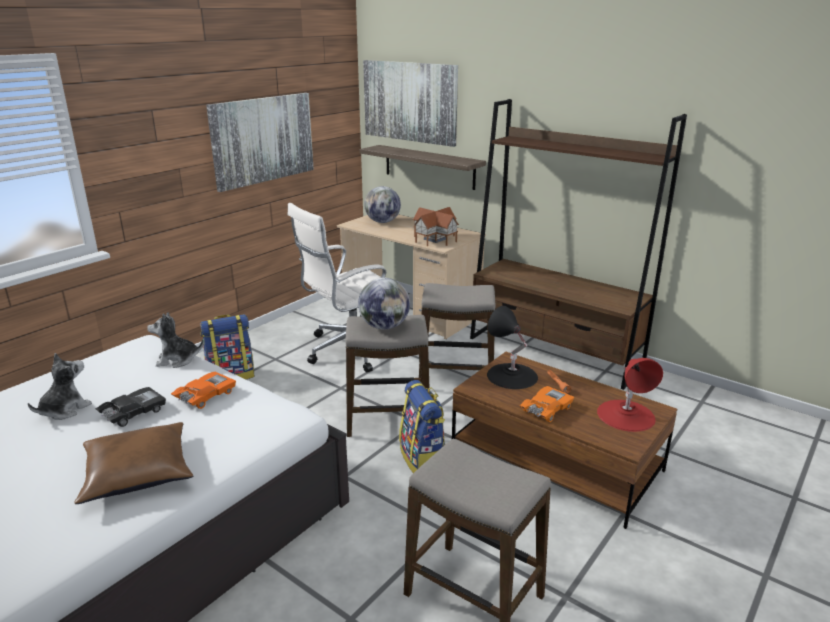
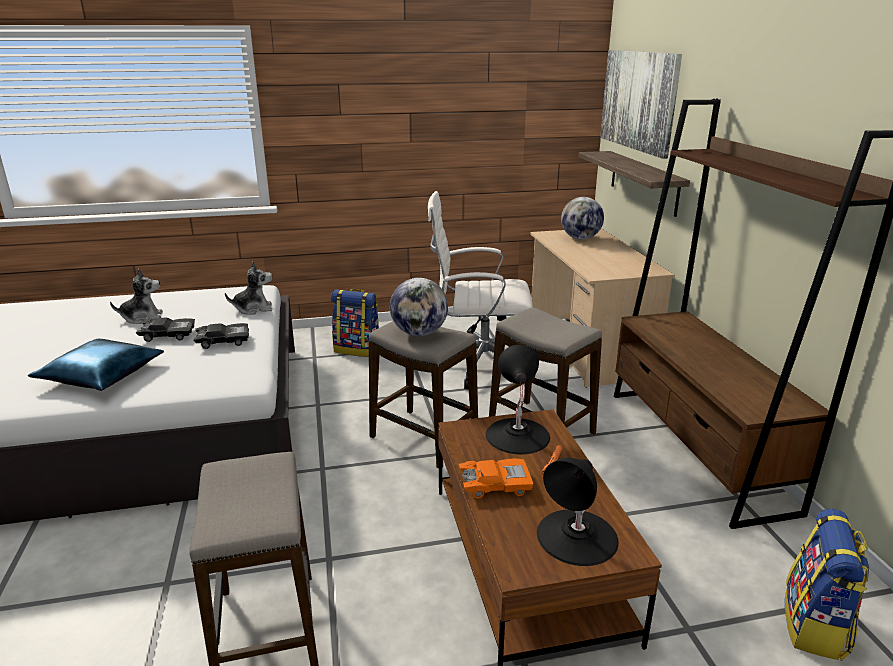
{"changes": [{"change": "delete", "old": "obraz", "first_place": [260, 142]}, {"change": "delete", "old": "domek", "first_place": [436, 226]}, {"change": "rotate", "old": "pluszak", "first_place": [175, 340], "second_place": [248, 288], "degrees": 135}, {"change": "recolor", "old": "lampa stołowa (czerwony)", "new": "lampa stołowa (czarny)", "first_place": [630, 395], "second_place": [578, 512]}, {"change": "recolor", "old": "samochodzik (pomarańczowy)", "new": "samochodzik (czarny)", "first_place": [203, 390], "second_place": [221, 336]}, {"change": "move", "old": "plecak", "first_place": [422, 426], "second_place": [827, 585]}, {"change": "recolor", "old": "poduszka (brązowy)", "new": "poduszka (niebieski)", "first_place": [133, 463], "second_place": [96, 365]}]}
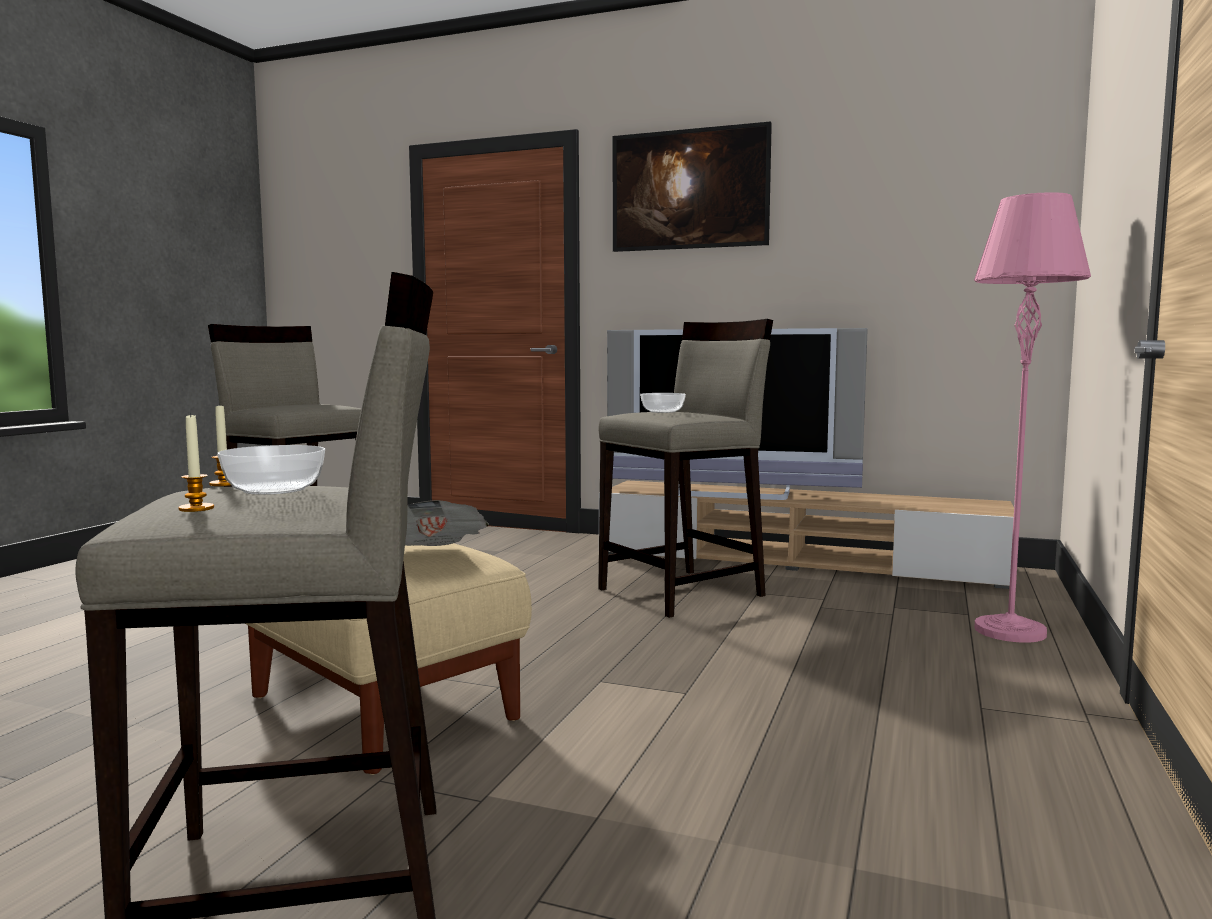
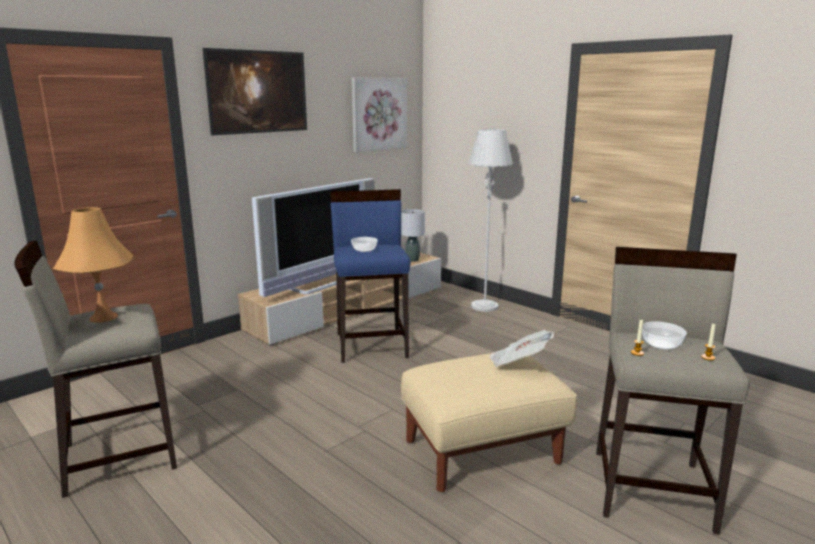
{"changes": [{"change": "recolor", "old": "lampa stojąca (różowy)", "new": "lampa stojąca (szary)", "first_place": [1032, 417], "second_place": [491, 220]}, {"change": "recolor", "old": "stołek (beżowy)", "new": "stołek (niebieski)", "first_place": [685, 468], "second_place": [370, 276]}, {"change": "insert", "new": "obraz", "second_place": [379, 114]}, {"change": "insert", "new": "lampa stołowa (pomarańczowy)", "second_place": [93, 265]}, {"change": "insert", "new": "lampa stołowa (szary)", "second_place": [413, 235]}]}
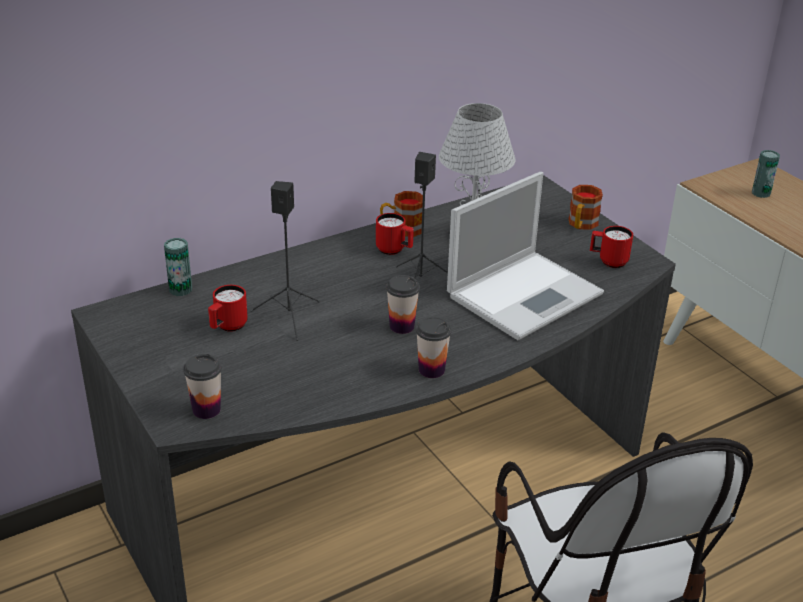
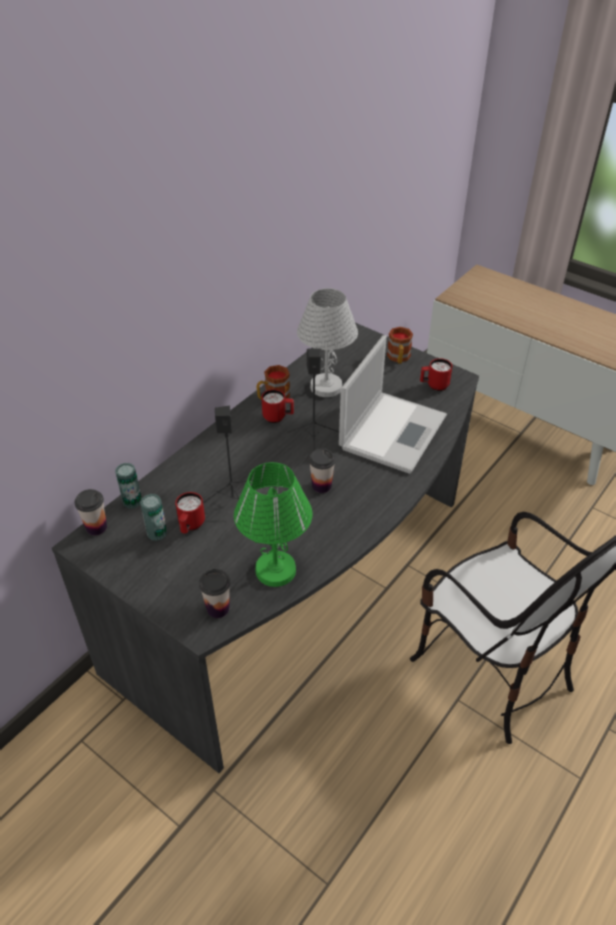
{"changes": [{"change": "move", "old": "puszka", "first_place": [766, 174], "second_place": [153, 517]}, {"change": "move", "old": "filiżanka", "first_place": [434, 347], "second_place": [91, 512]}, {"change": "insert", "new": "lampa stołowa (zielony)", "second_place": [273, 524]}]}
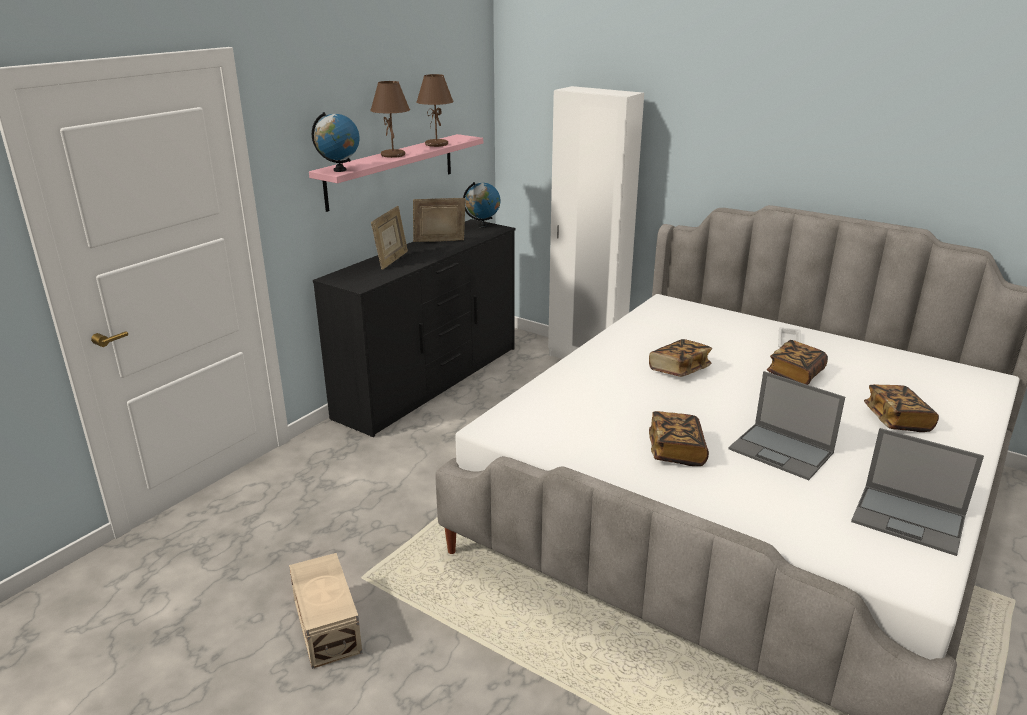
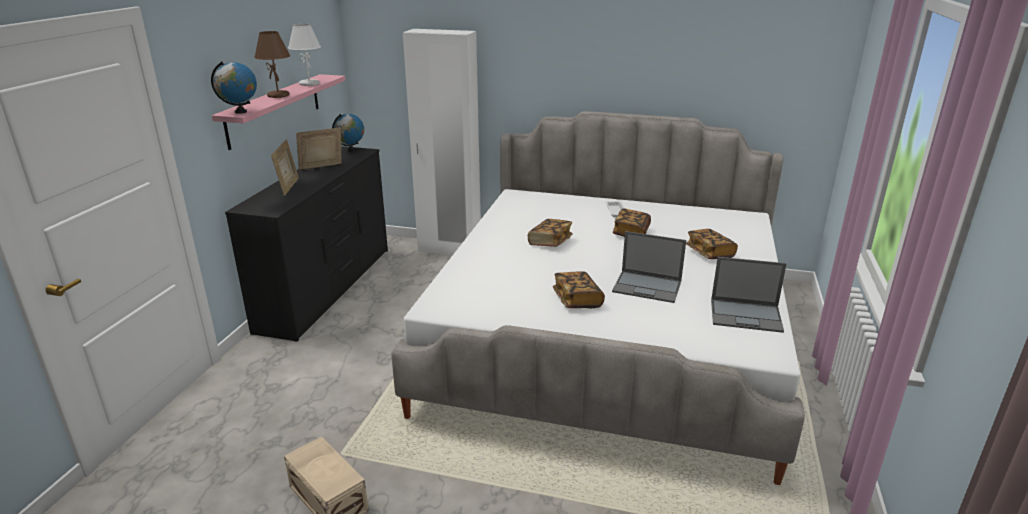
{"changes": [{"change": "recolor", "old": "lampa stołowa (brązowy)", "new": "lampa stołowa (biały)", "first_place": [435, 110], "second_place": [304, 55]}]}
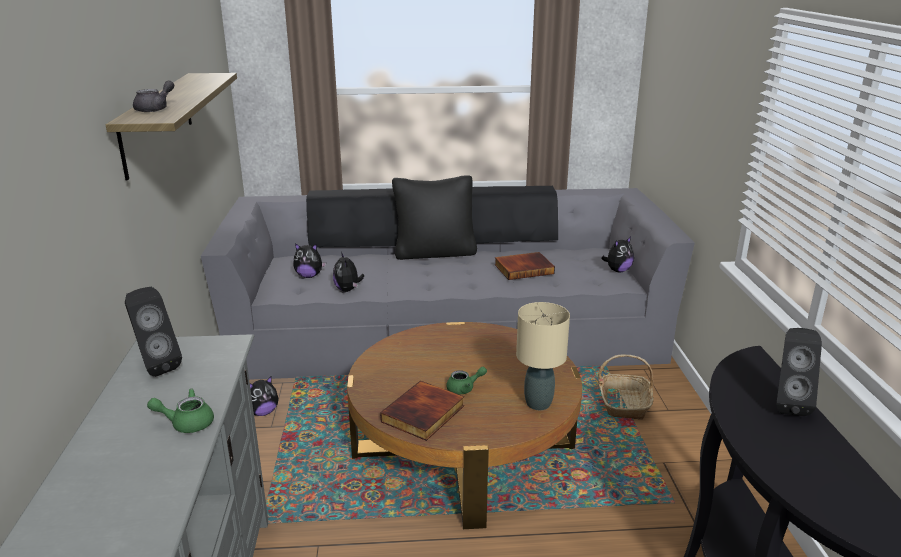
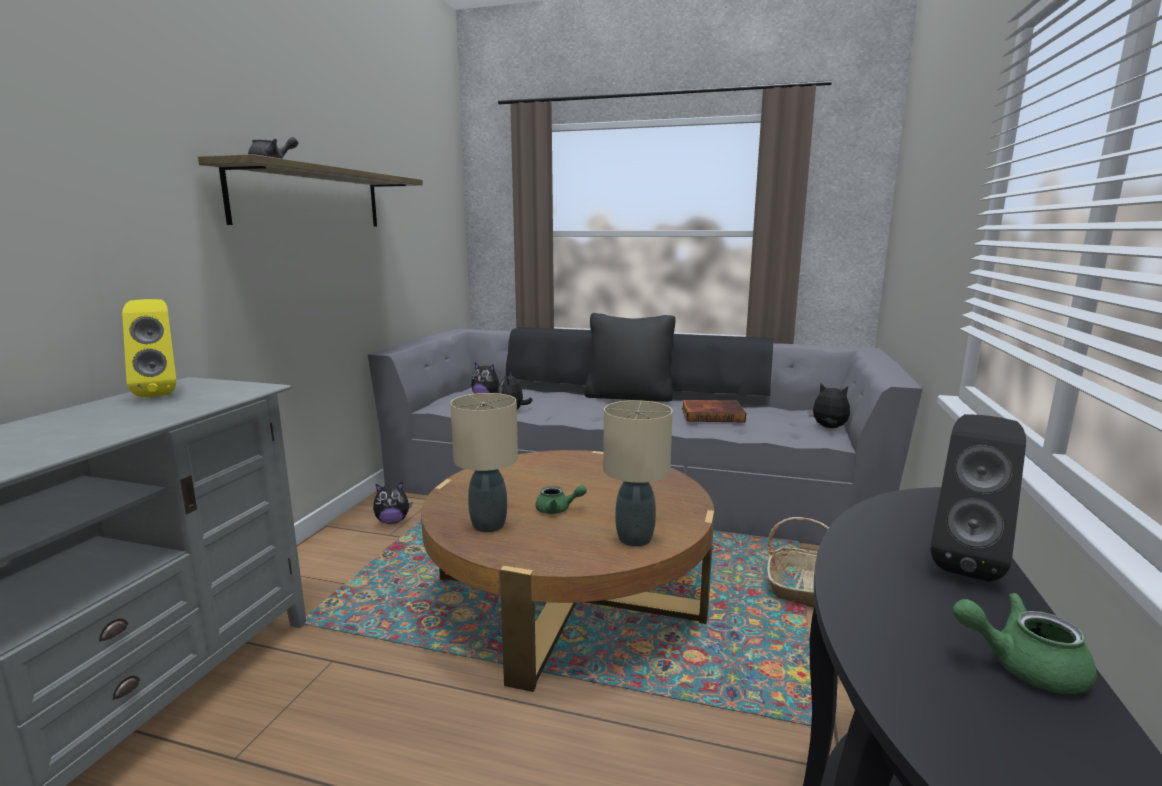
{"changes": [{"change": "rotate", "old": "pluszak", "first_place": [617, 255], "second_place": [829, 405], "degrees": -135}, {"change": "recolor", "old": "głośnik (czarny)", "new": "głośnik (żółty)", "first_place": [153, 332], "second_place": [149, 348]}, {"change": "replace", "old": "książka", "new": "lampa stołowa (beżowy)", "first_place": [422, 411], "second_place": [484, 462]}, {"change": "move", "old": "imbryk (zielony)", "first_place": [180, 411], "second_place": [1025, 643]}]}
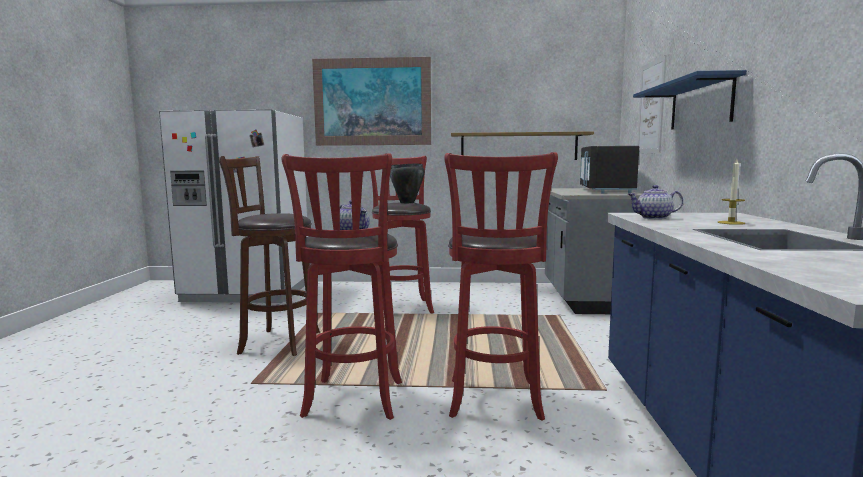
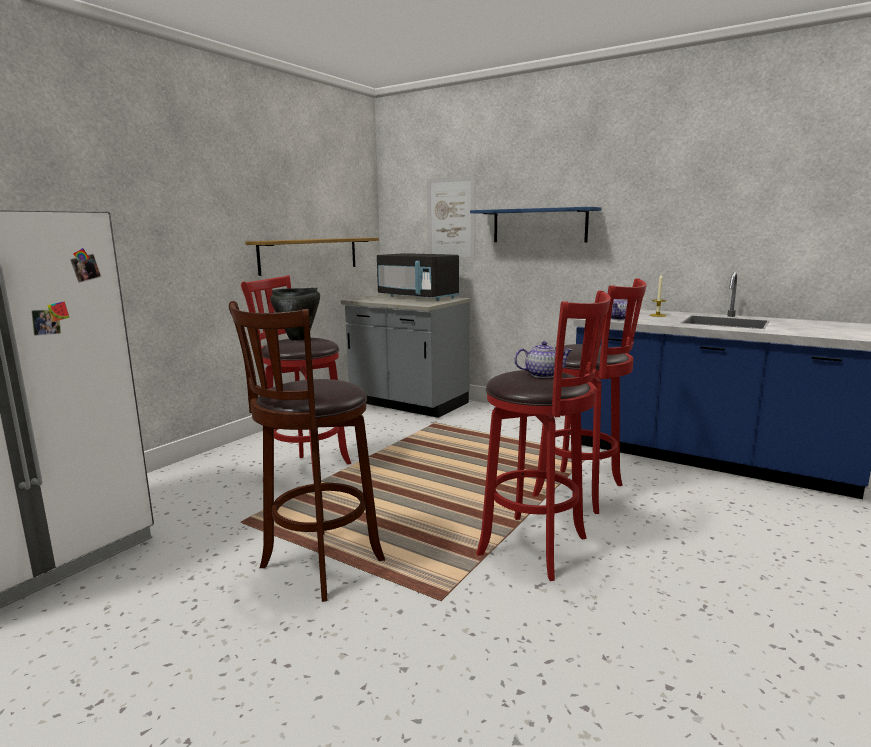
{"changes": [{"change": "delete", "old": "obraz", "first_place": [371, 101]}]}
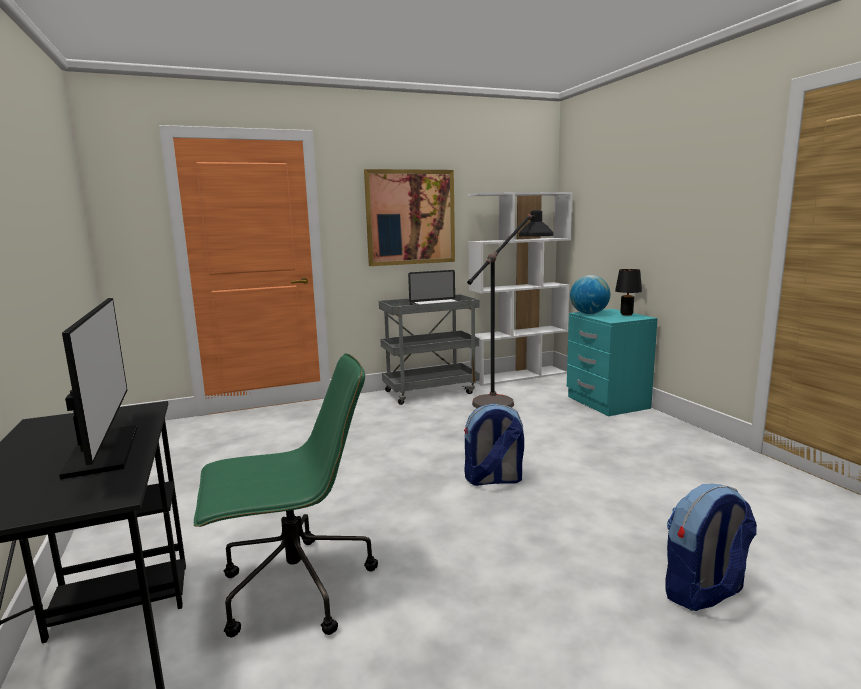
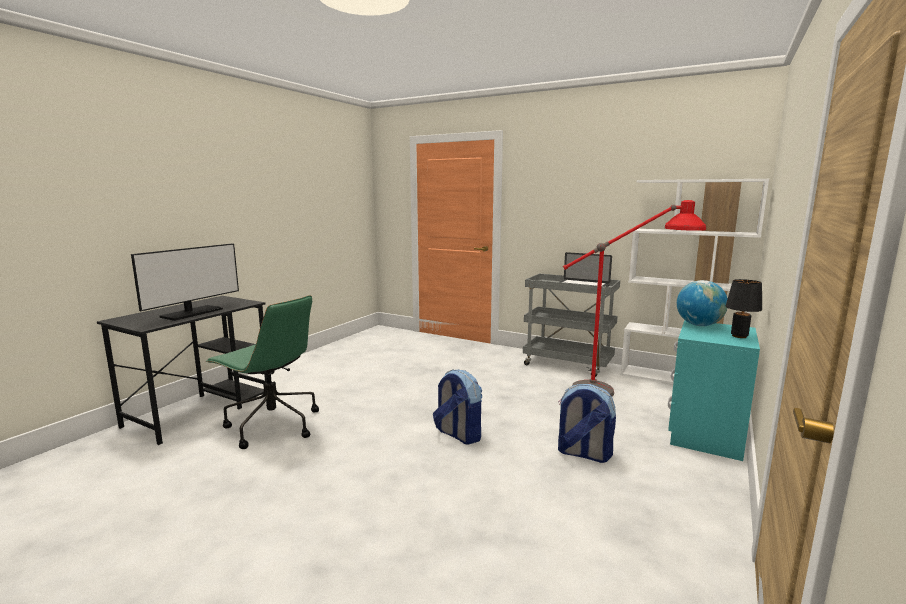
{"changes": [{"change": "delete", "old": "obraz", "first_place": [409, 217]}, {"change": "recolor", "old": "lampa stojąca (czarny)", "new": "lampa stojąca (czerwony)", "first_place": [510, 309], "second_place": [634, 298]}, {"change": "move", "old": "plecak", "first_place": [711, 547], "second_place": [587, 423]}]}
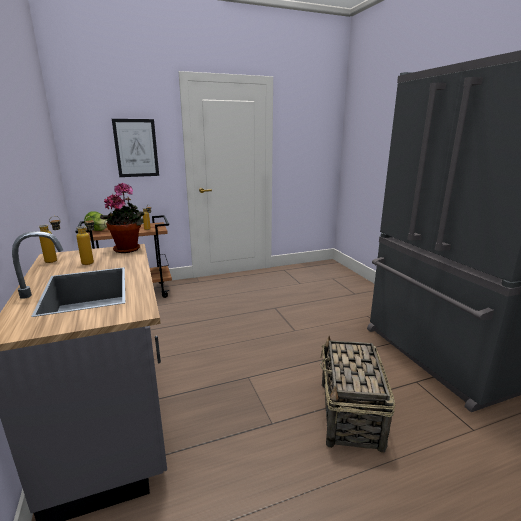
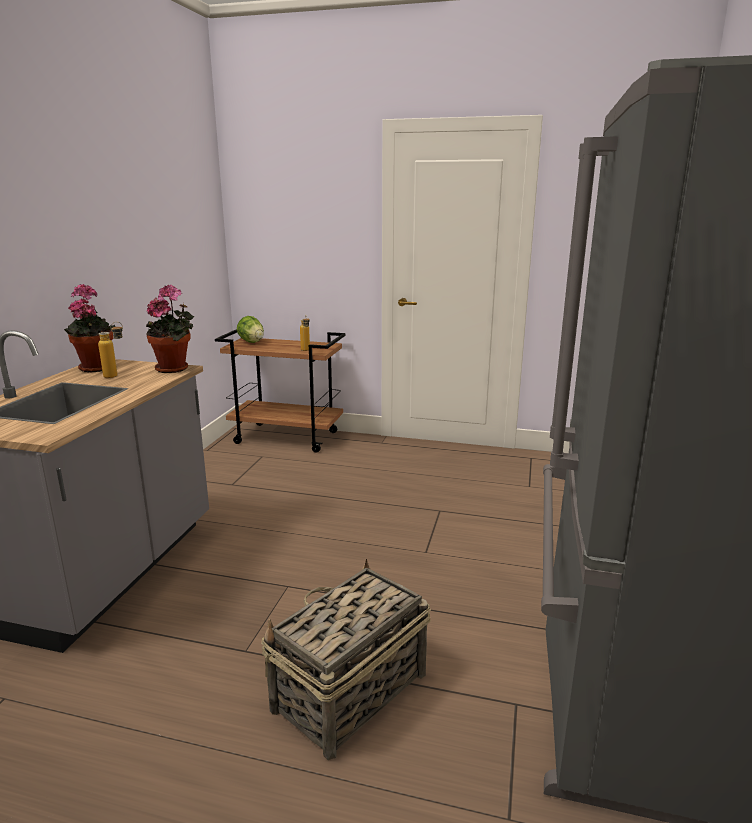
{"changes": [{"change": "delete", "old": "obraz", "first_place": [135, 148]}, {"change": "replace", "old": "butelka", "new": "roślina doniczkowa", "first_place": [50, 239], "second_place": [90, 328]}]}
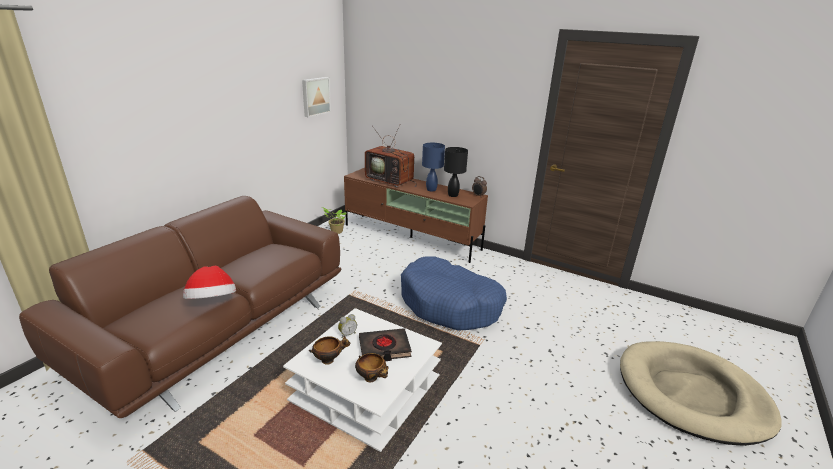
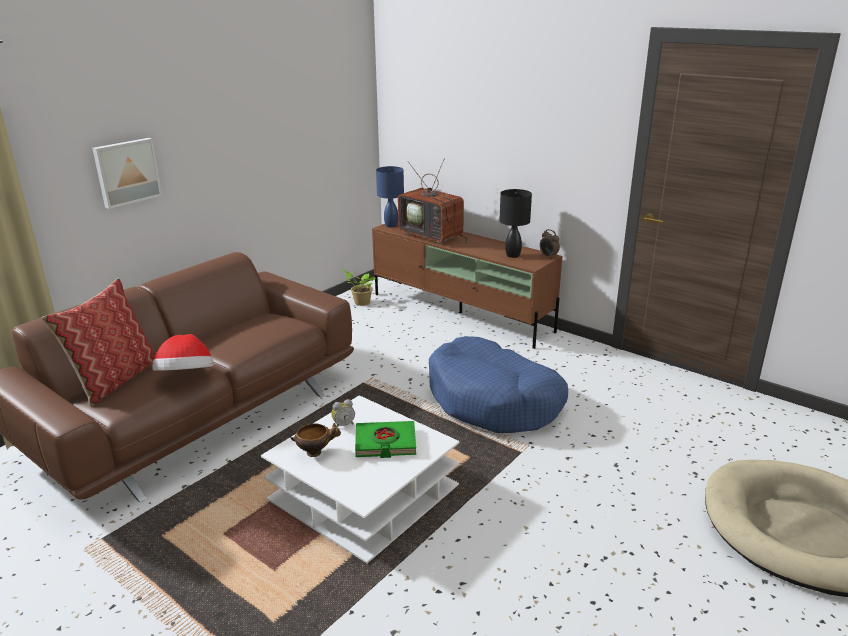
{"changes": [{"change": "move", "old": "obraz", "first_place": [316, 97], "second_place": [127, 173]}, {"change": "move", "old": "lampa stołowa (niebieski)", "first_place": [433, 167], "second_place": [390, 196]}, {"change": "recolor", "old": "książka (czarny)", "new": "książka (zielony)", "first_place": [385, 344], "second_place": [385, 439]}, {"change": "delete", "old": "miska", "first_place": [372, 367]}, {"change": "insert", "new": "poduszka", "second_place": [98, 342]}]}
